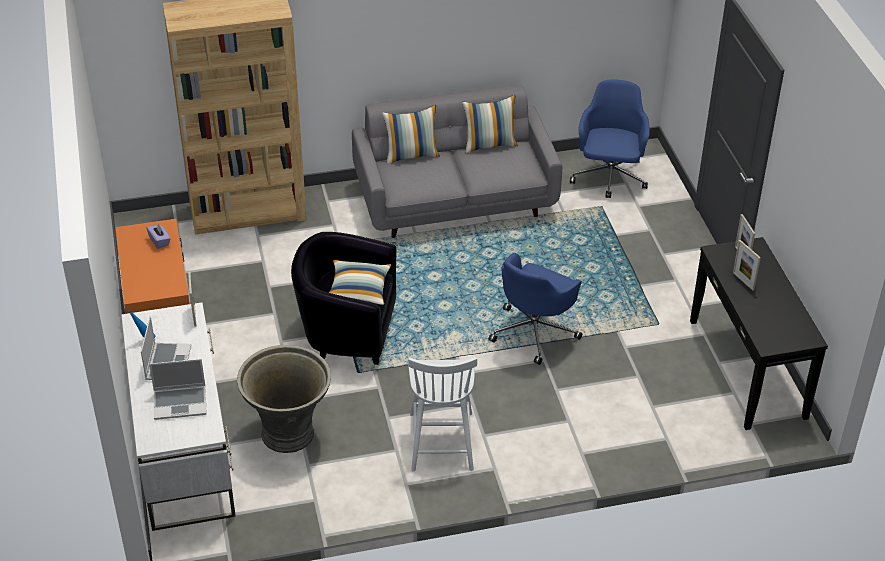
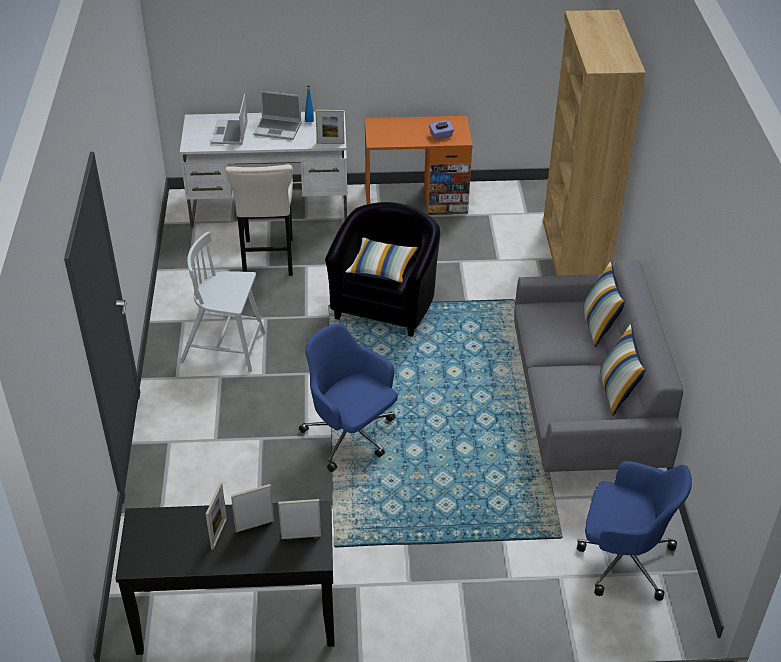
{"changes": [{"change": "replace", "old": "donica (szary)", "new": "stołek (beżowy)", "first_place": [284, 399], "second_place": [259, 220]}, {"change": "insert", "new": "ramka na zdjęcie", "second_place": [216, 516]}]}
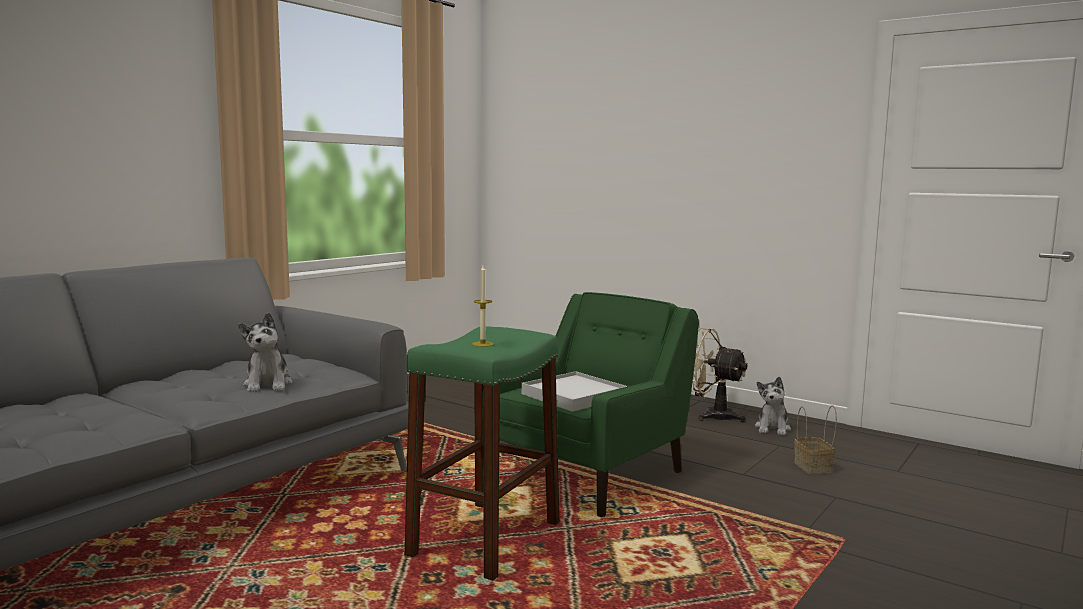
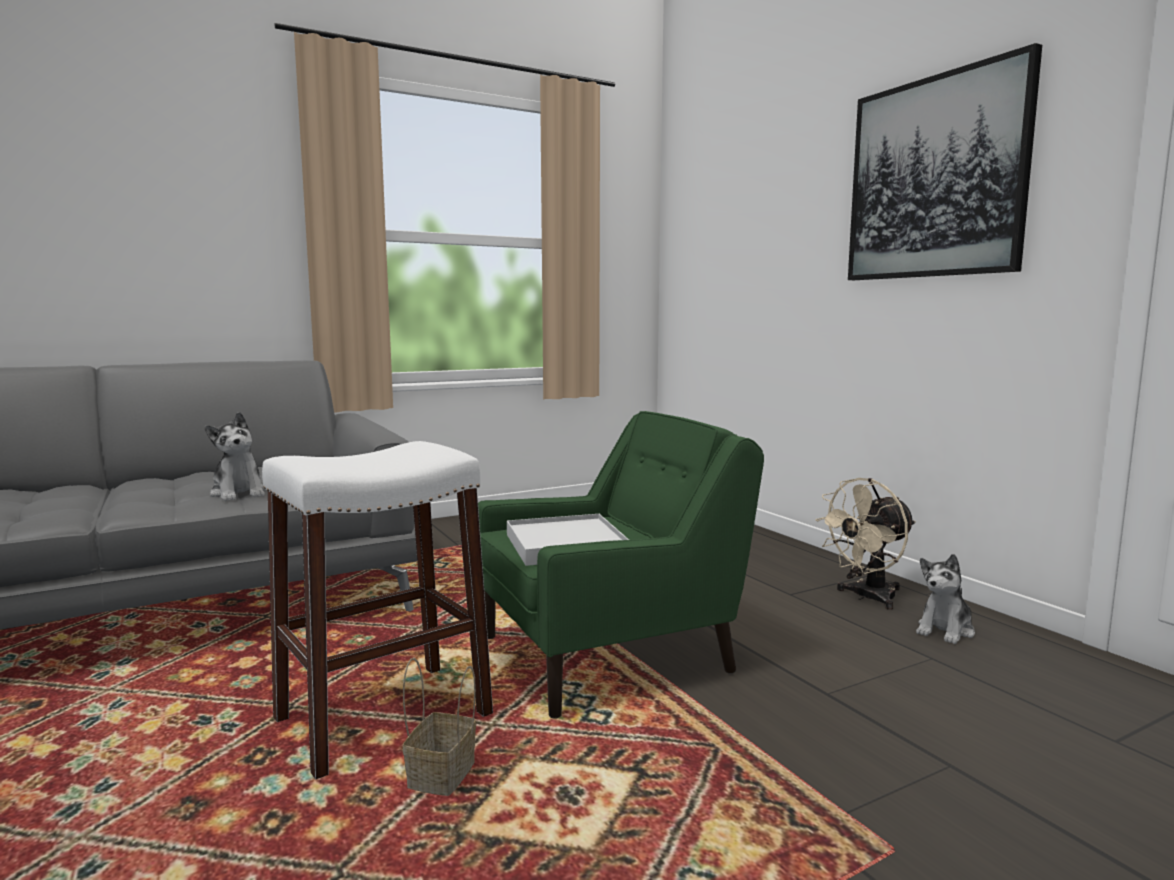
{"changes": [{"change": "delete", "old": "świeca", "first_place": [483, 306]}, {"change": "rotate", "old": "pluszak", "first_place": [265, 352], "second_place": [235, 456], "degrees": -45}, {"change": "recolor", "old": "stołek (zielony)", "new": "stołek (biały)", "first_place": [482, 453], "second_place": [377, 610]}, {"change": "rotate", "old": "wentylator (beżowy)", "first_place": [719, 375], "second_place": [865, 544], "degrees": -90}, {"change": "move", "old": "koszyk", "first_place": [815, 439], "second_place": [439, 727]}, {"change": "insert", "new": "obraz", "second_place": [945, 161]}]}
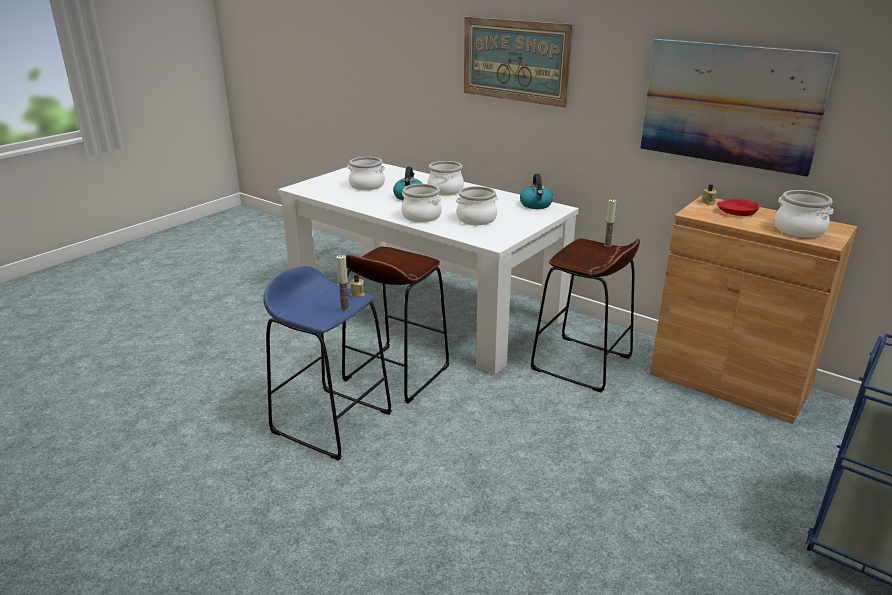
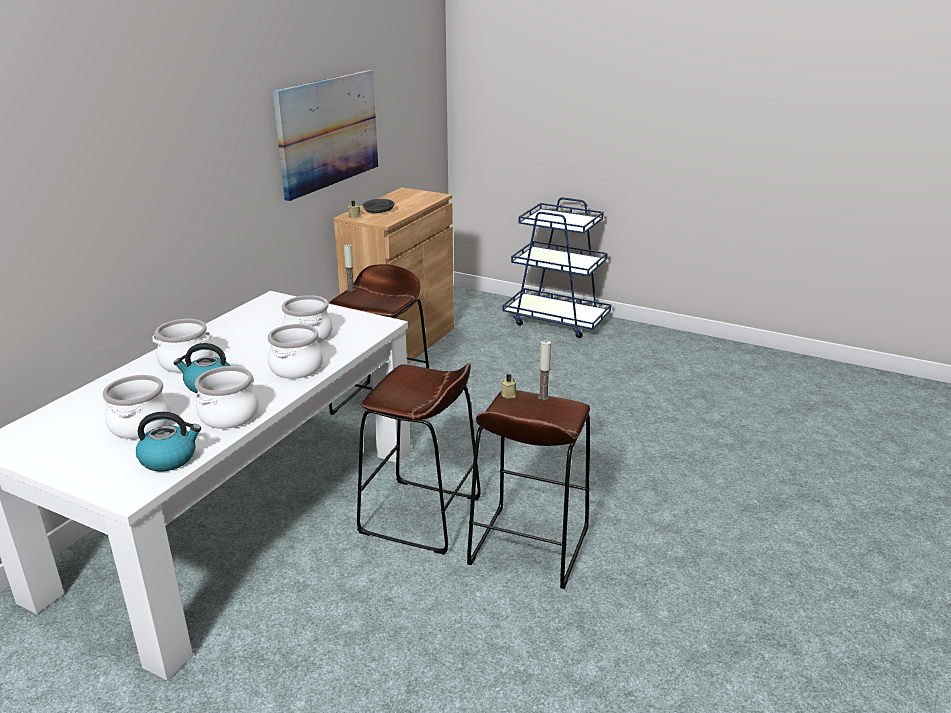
{"changes": [{"change": "delete", "old": "obraz", "first_place": [519, 62]}, {"change": "move", "old": "czajnik", "first_place": [536, 191], "second_place": [168, 442]}, {"change": "move", "old": "garnek", "first_place": [804, 214], "second_place": [227, 397]}, {"change": "recolor", "old": "miska (czerwony)", "new": "miska (szary)", "first_place": [738, 207], "second_place": [378, 206]}, {"change": "recolor", "old": "stołek (niebieski)", "new": "stołek (brązowy)", "first_place": [327, 363], "second_place": [528, 489]}]}
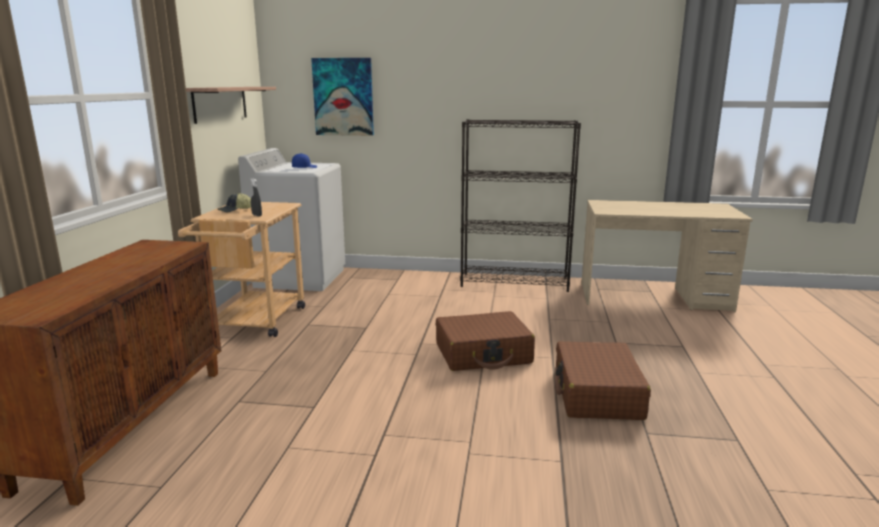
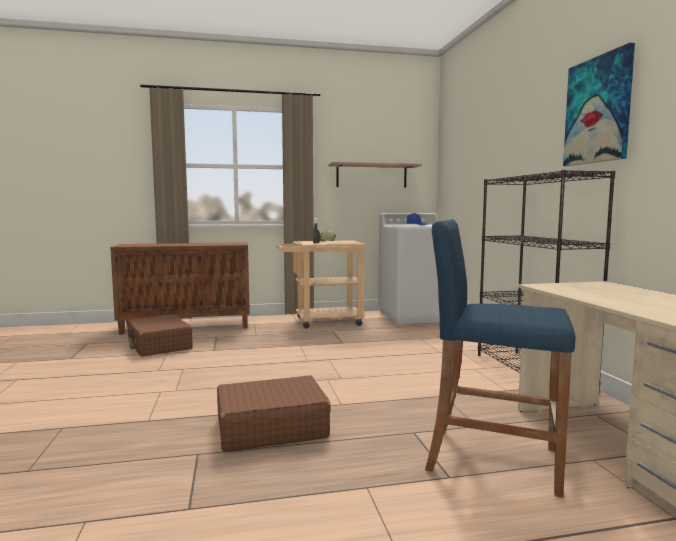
{"changes": [{"change": "move", "old": "obraz", "first_place": [342, 97], "second_place": [599, 104]}, {"change": "move", "old": "walizka (brązowy)", "first_place": [485, 341], "second_place": [160, 335]}, {"change": "insert", "new": "stołek (niebieski)", "second_place": [500, 359]}]}
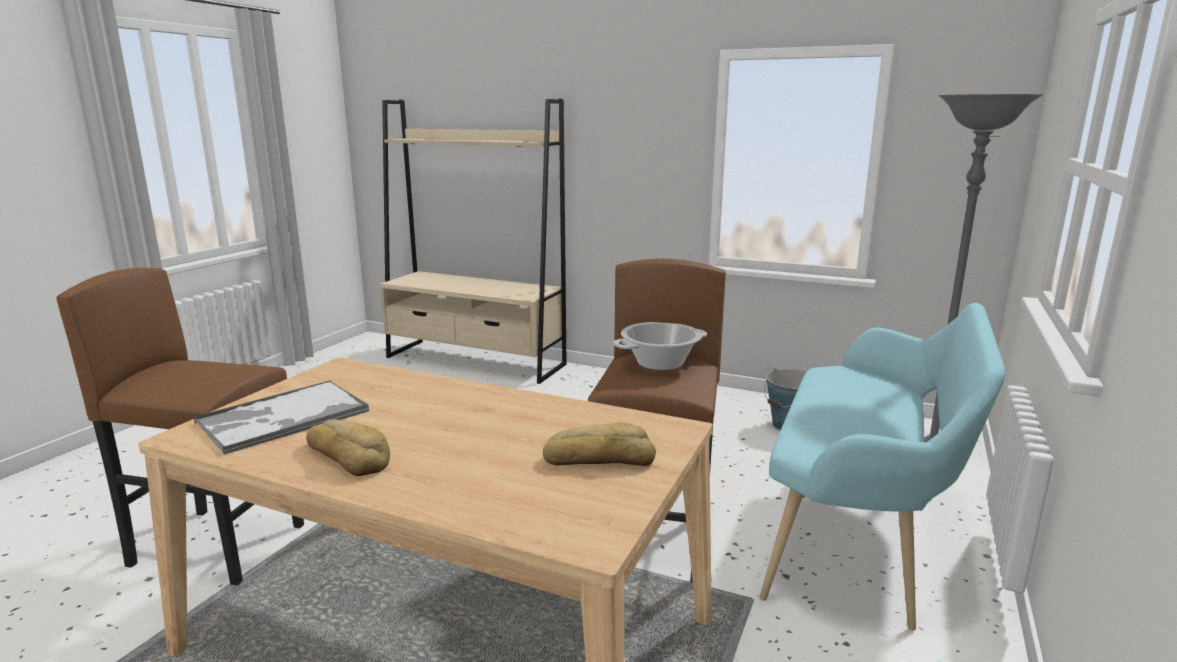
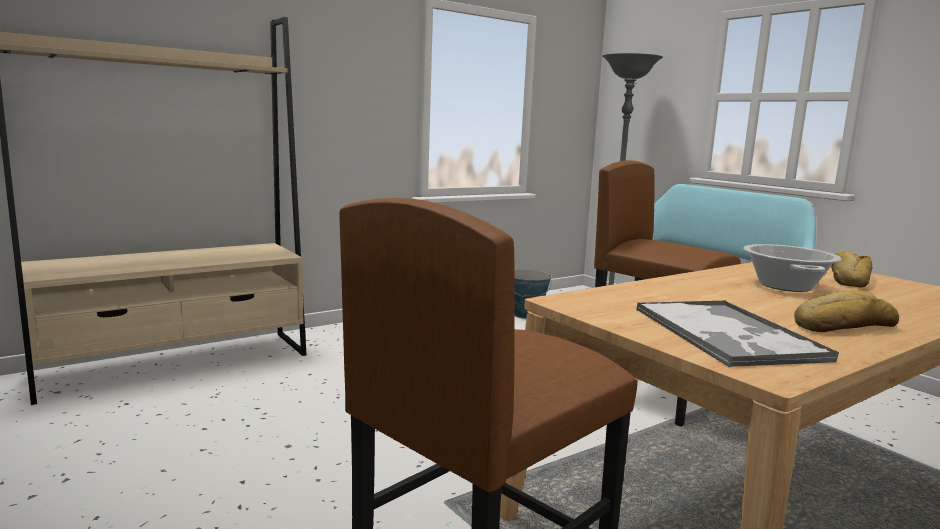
{"changes": [{"change": "move", "old": "garnek", "first_place": [660, 346], "second_place": [792, 268]}]}
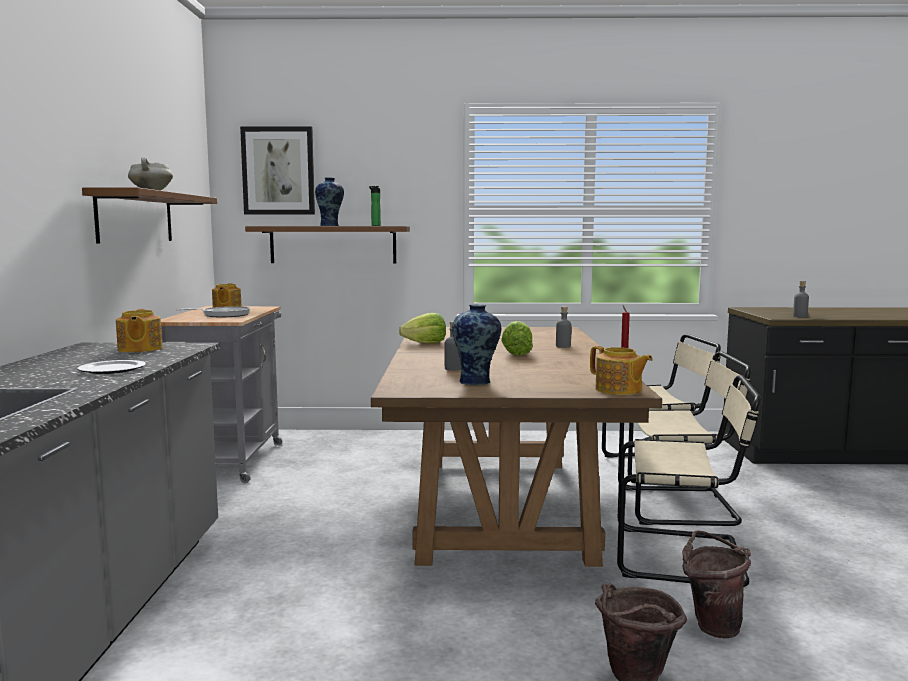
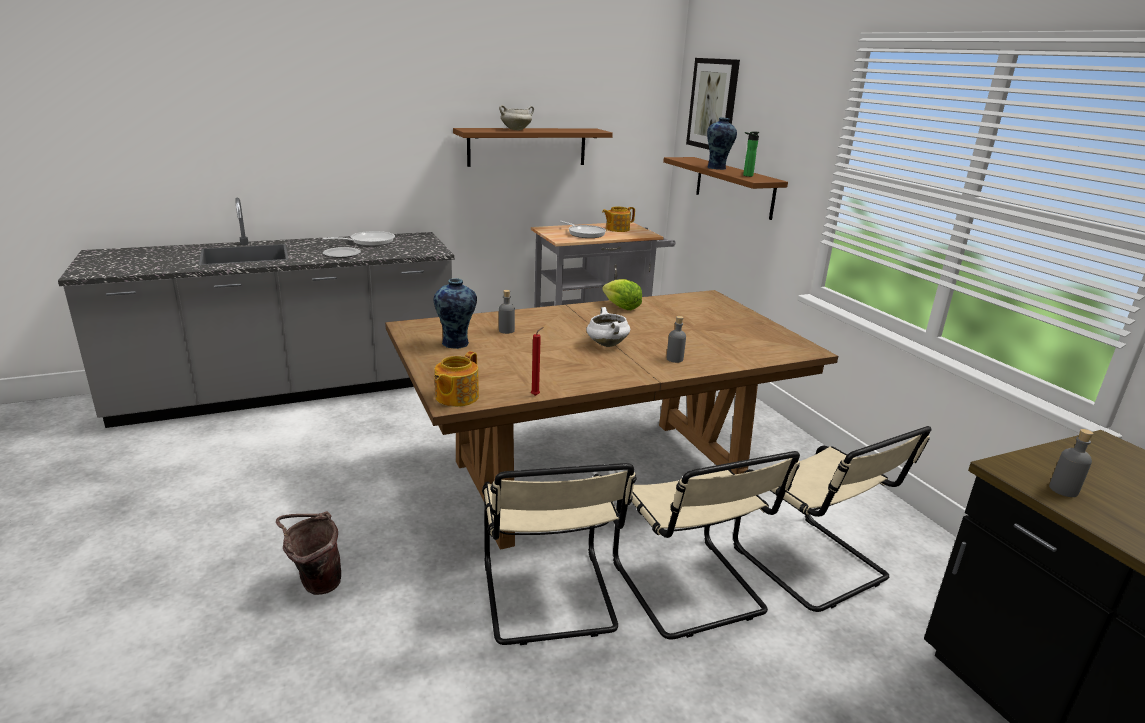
{"changes": [{"change": "delete", "old": "imbryk", "first_place": [139, 330]}, {"change": "replace", "old": "sałata", "new": "garnek (biały)", "first_place": [517, 338], "second_place": [608, 327]}, {"change": "delete", "old": "wiadro (brązowy)", "first_place": [717, 584]}, {"change": "insert", "new": "patelnia", "second_place": [358, 238]}]}
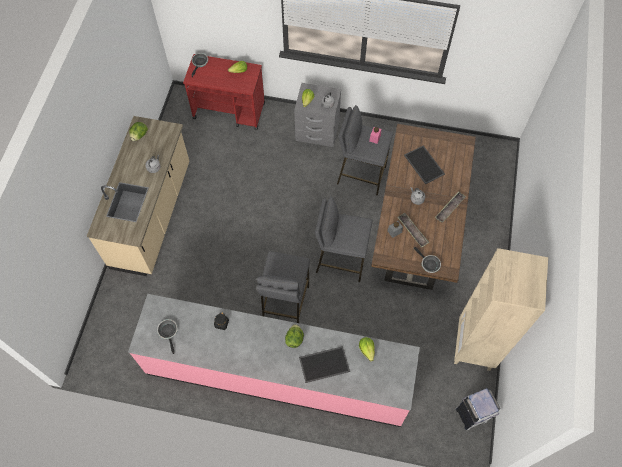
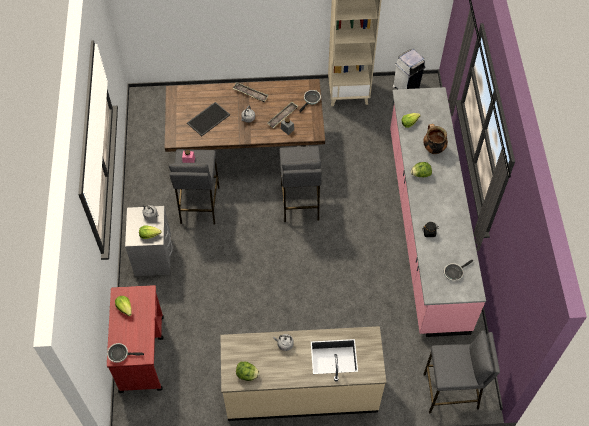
{"changes": [{"change": "move", "old": "stołek (szary)", "first_place": [283, 287], "second_place": [462, 371]}, {"change": "replace", "old": "taca", "new": "garnek", "first_place": [324, 364], "second_place": [435, 139]}]}
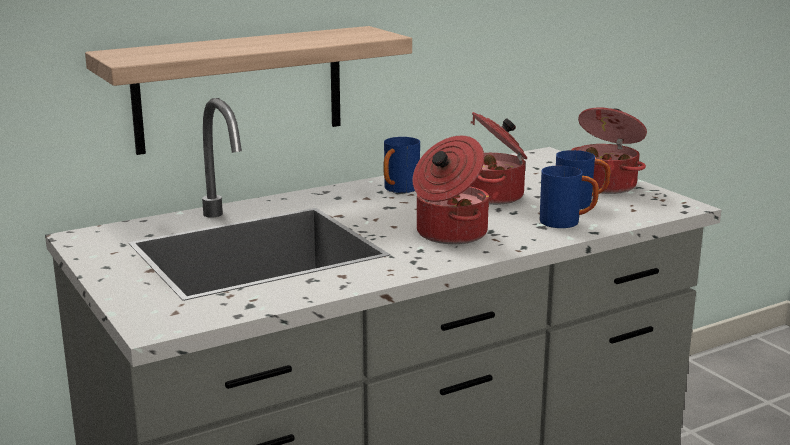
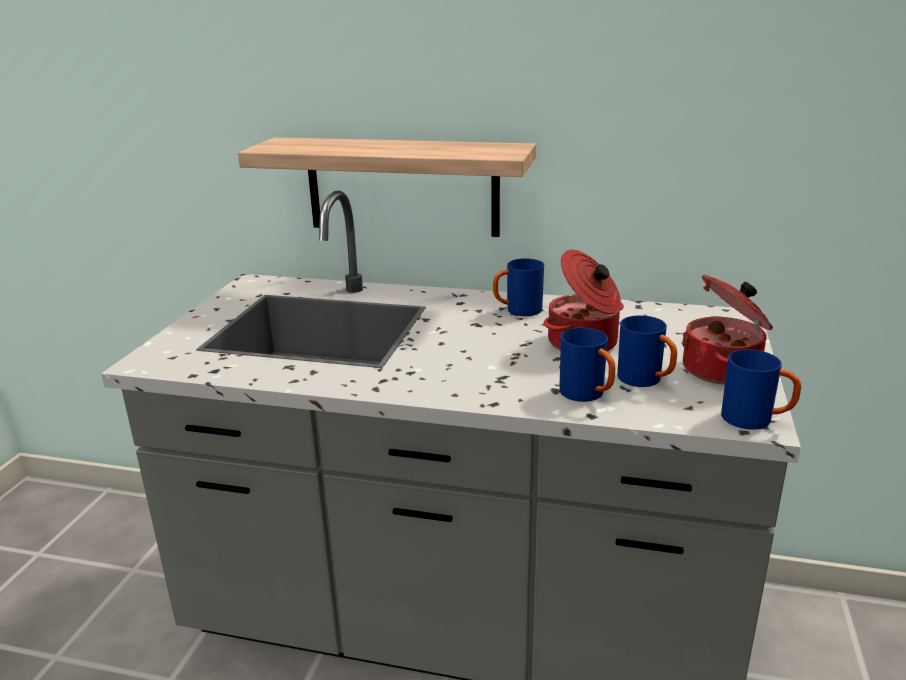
{"changes": [{"change": "delete", "old": "garnek", "first_place": [451, 190]}, {"change": "insert", "new": "kubek (niebieski)", "second_place": [761, 389]}]}
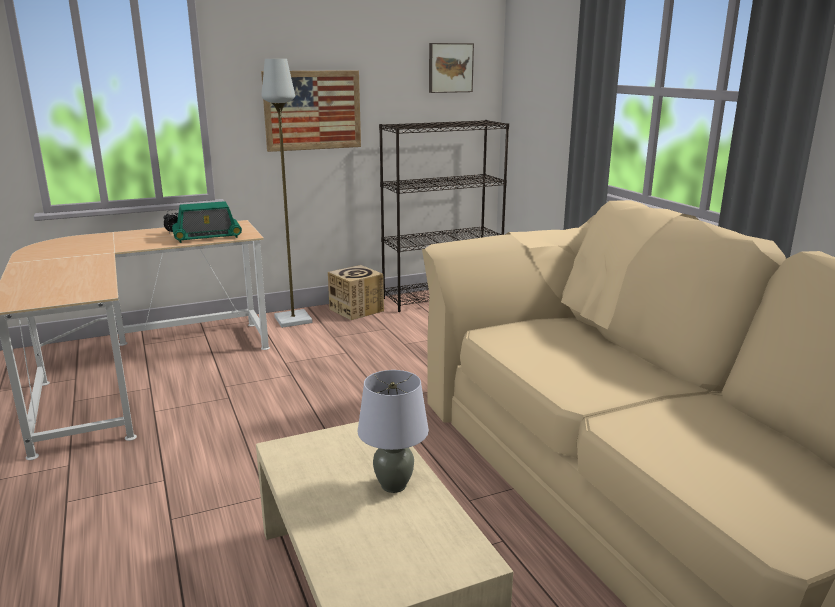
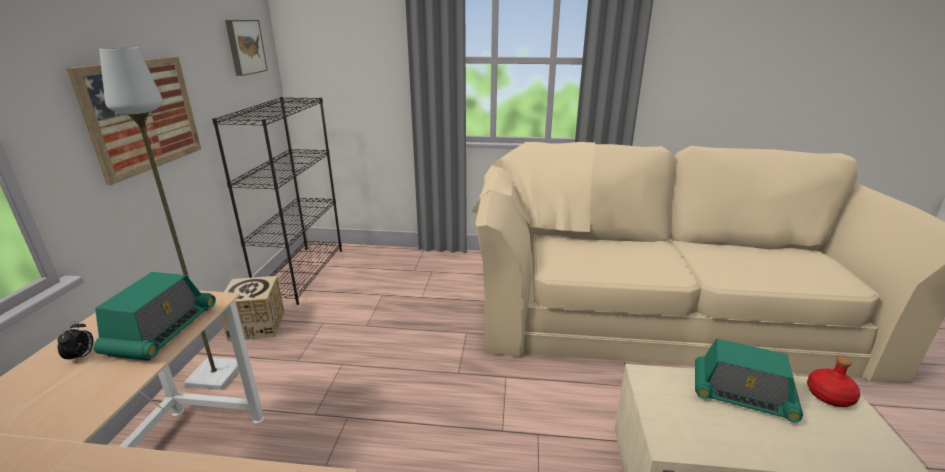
{"changes": [{"change": "replace", "old": "lampa stołowa (szary)", "new": "radio", "first_place": [393, 431], "second_place": [749, 380]}, {"change": "insert", "new": "butelka (czerwony)", "second_place": [833, 382]}]}
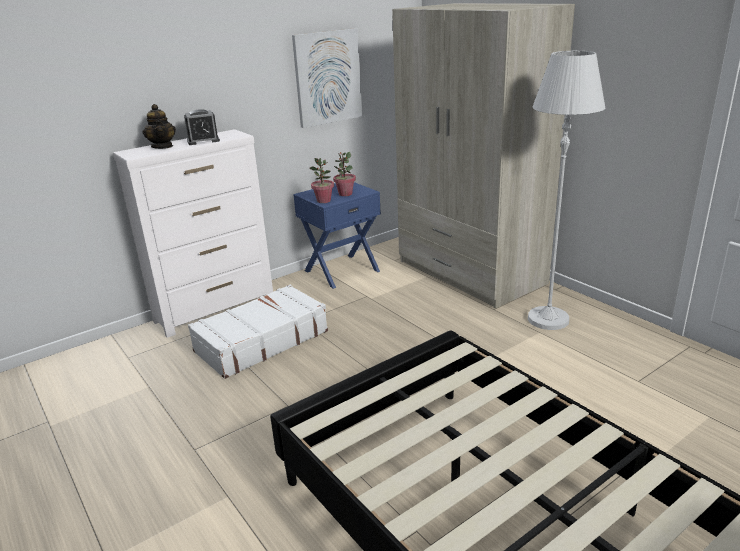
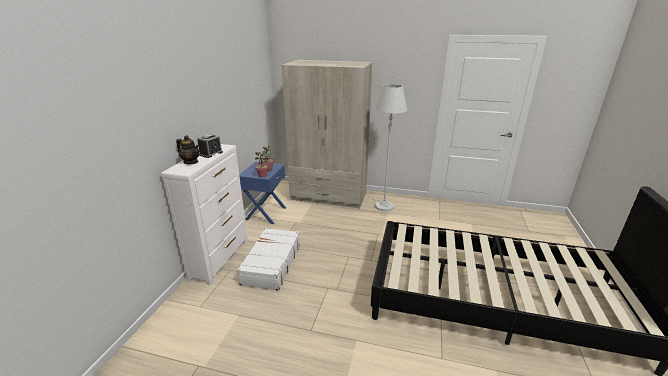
{"changes": [{"change": "delete", "old": "obraz", "first_place": [327, 78]}]}
